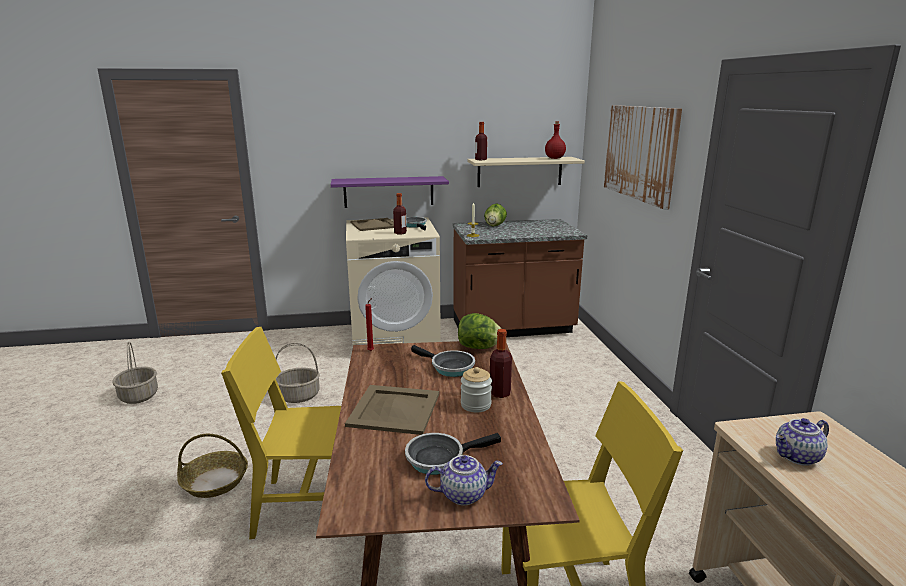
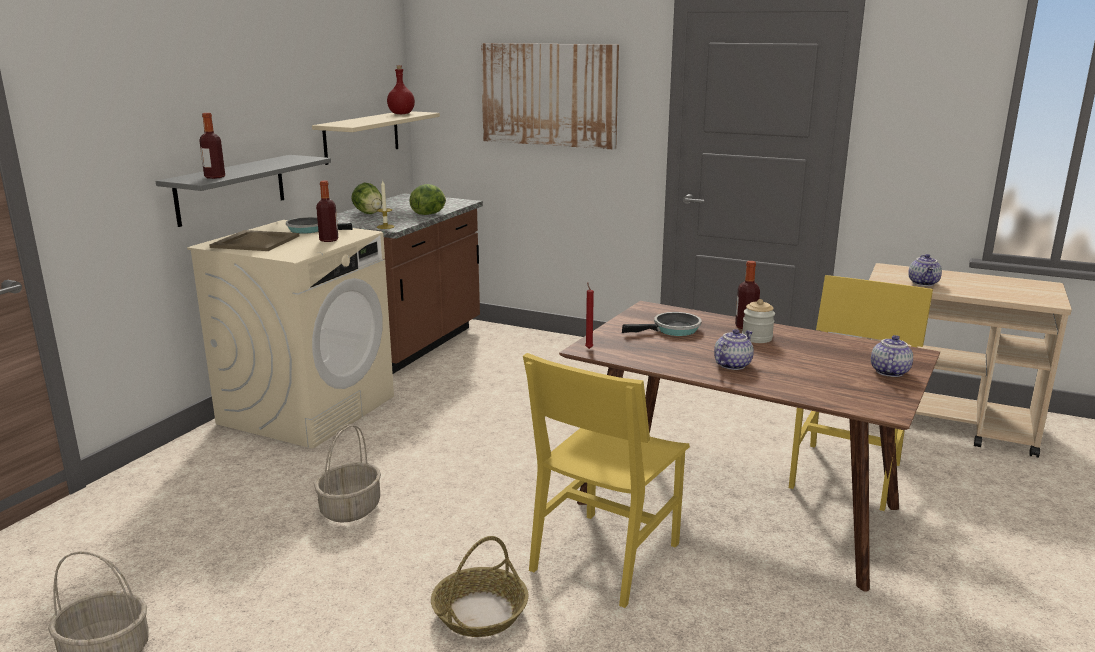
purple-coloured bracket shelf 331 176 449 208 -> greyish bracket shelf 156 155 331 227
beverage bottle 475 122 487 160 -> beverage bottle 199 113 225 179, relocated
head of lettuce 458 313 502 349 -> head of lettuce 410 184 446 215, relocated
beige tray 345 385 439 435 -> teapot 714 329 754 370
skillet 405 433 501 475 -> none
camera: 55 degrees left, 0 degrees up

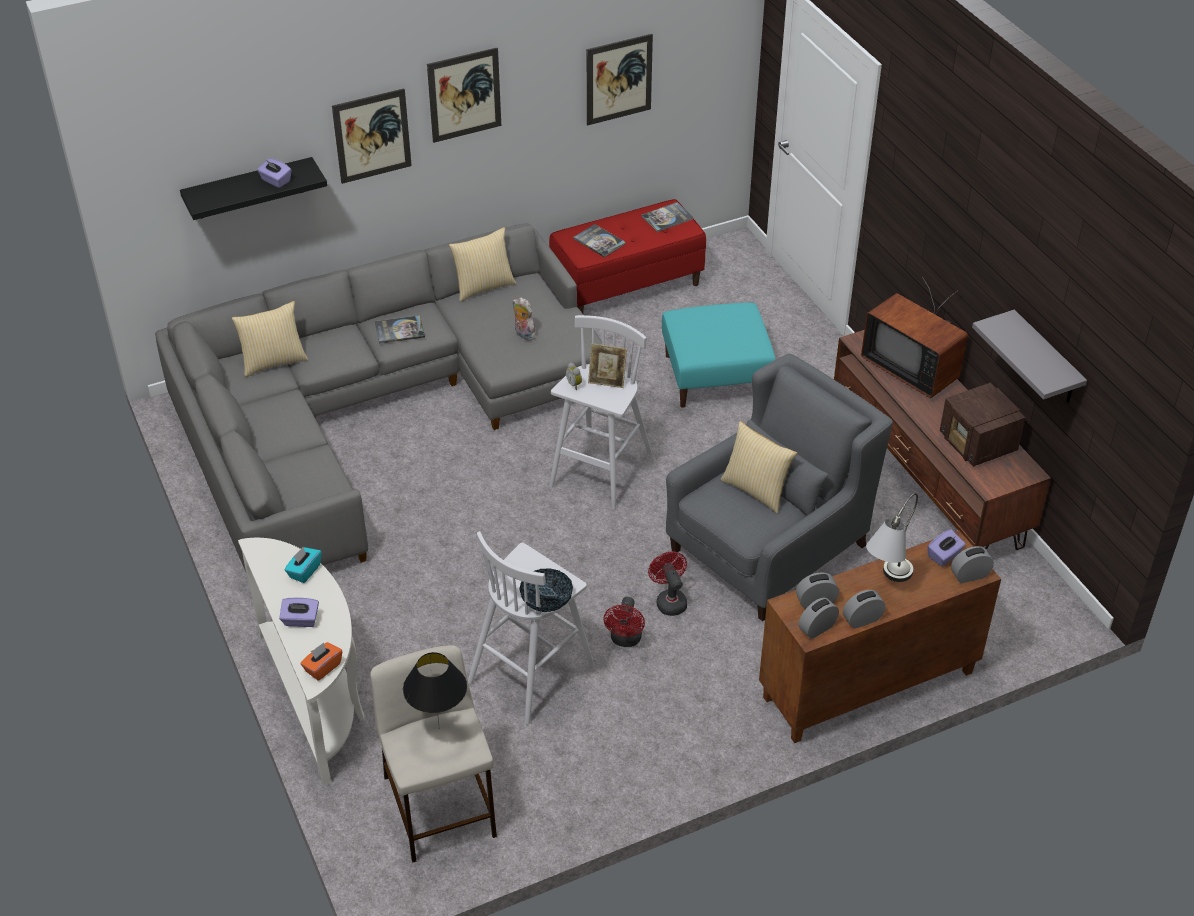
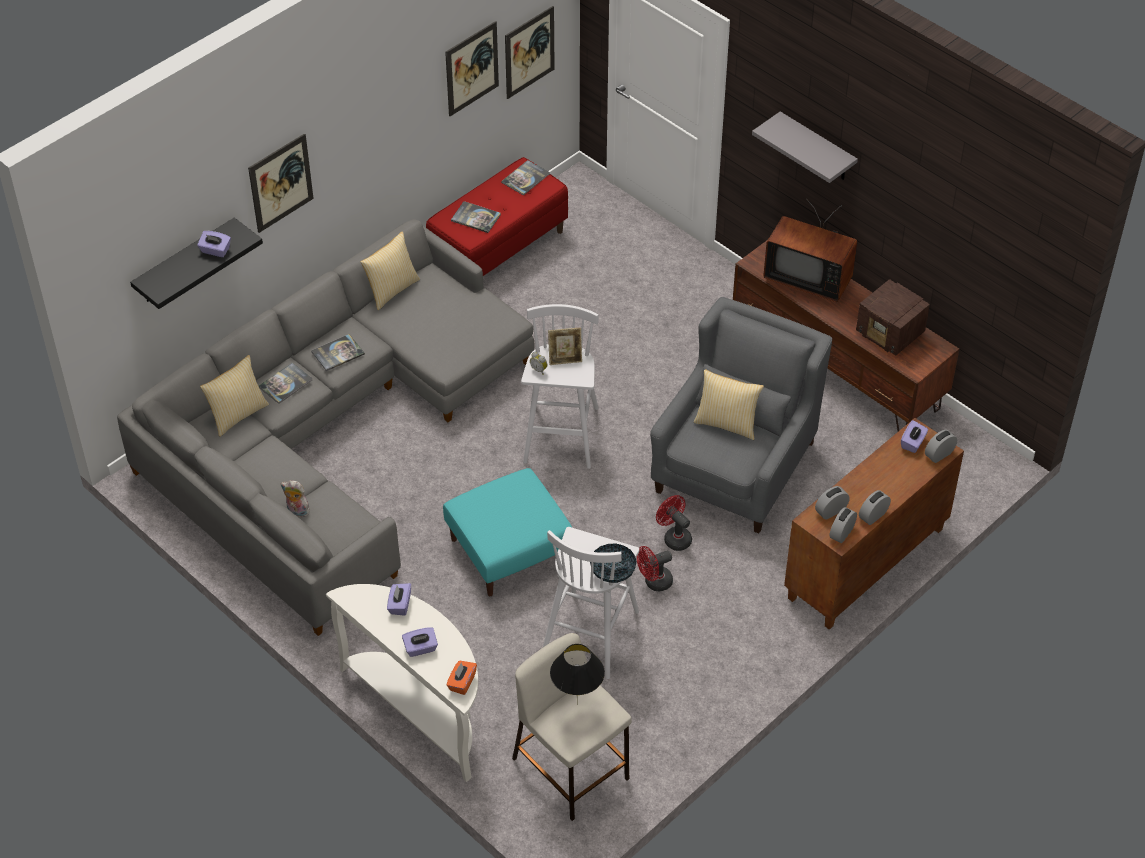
none -> bound book 258 363 313 404
soft toy 512 297 536 341 -> soft toy 281 480 310 517, relocated
turquoise box of tissues 284 547 322 583 -> purple-coloured box of tissues 387 583 411 616
turquoise ottoman 662 303 775 408 -> turquoise ottoman 443 468 572 596, relocated
wall picture 427 48 501 143 -> wall picture 505 6 555 99, relocated
reddish electric fan 604 597 645 647 -> reddish electric fan 637 546 673 591, 75 degrees clockwise
greyish bracket shelf 972 310 1087 403 -> greyish bracket shelf 752 111 858 183, relocated
greyish tabletop lamp 866 493 918 582 -> none
camera: 20 degrees left, 5 degrees up

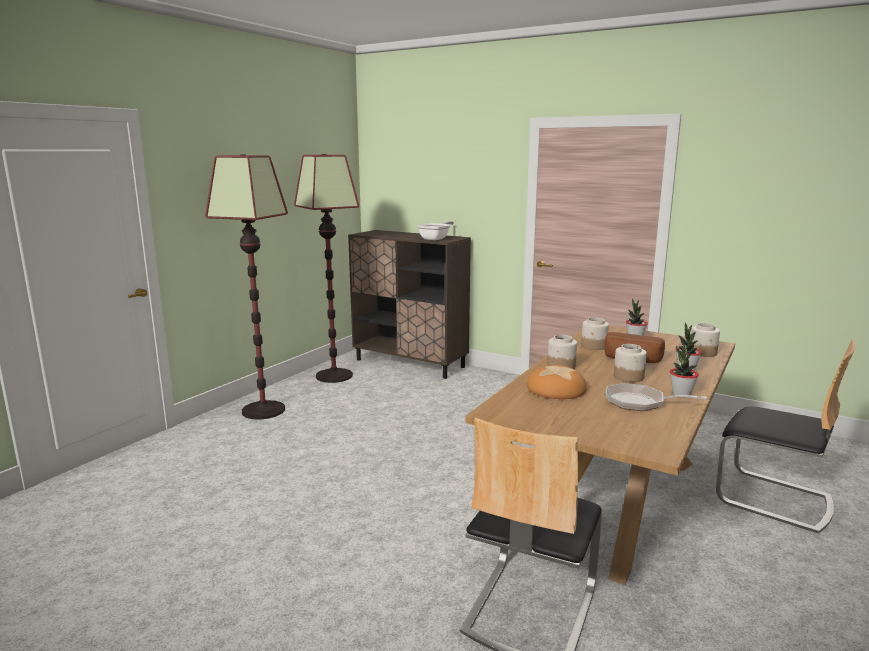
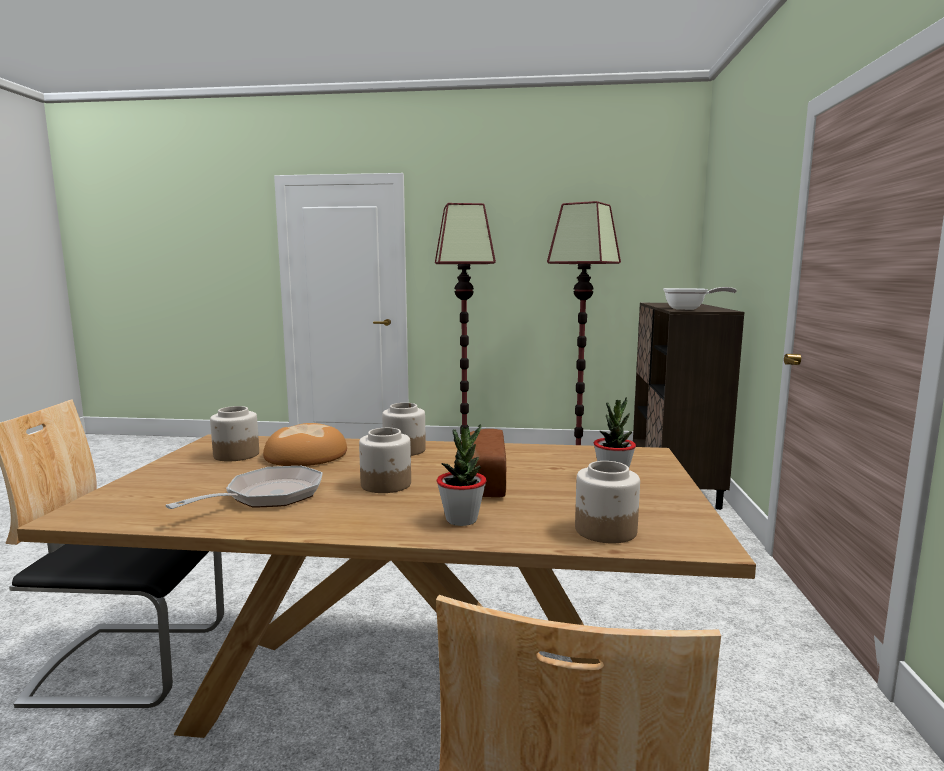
skillet 606 383 707 411 -> skillet 166 466 323 509, 45 degrees clockwise
jar 581 317 609 350 -> jar 210 406 259 461, relocated
plant in a pot 670 345 699 395 -> none
camera: 65 degrees right, 5 degrees down

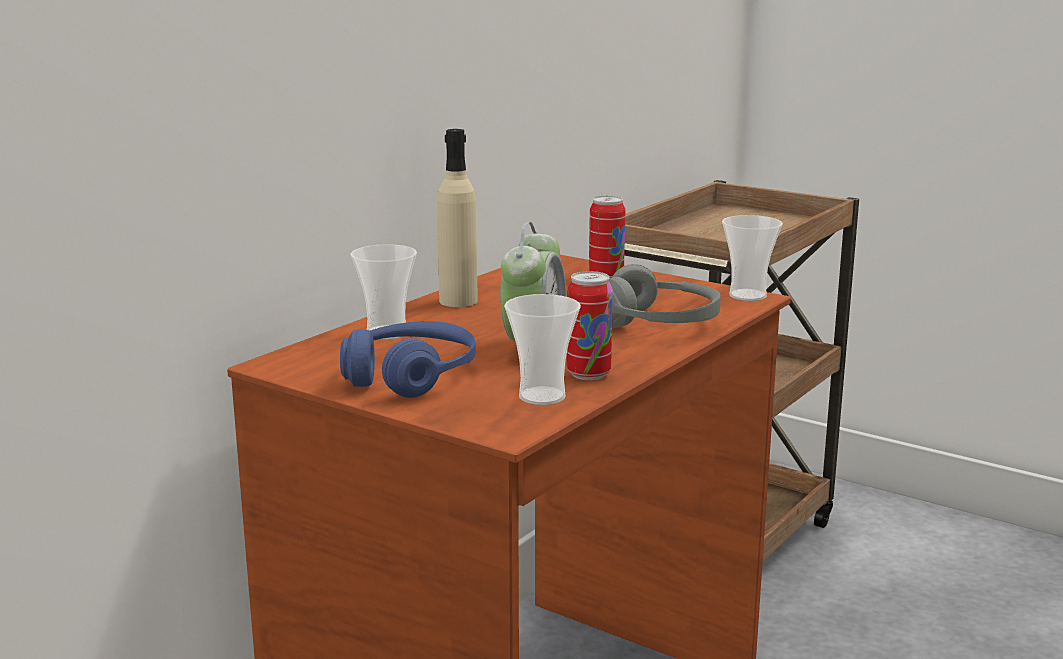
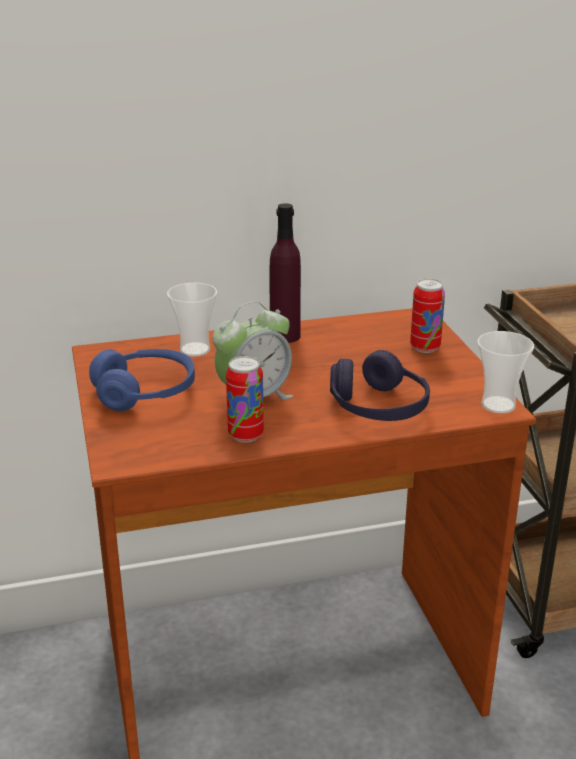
beige beverage bottle 437 129 478 307 -> purple-coloured beverage bottle 270 203 301 343
greyish pair of headphones 609 264 721 328 -> purple-coloured pair of headphones 330 350 430 421
drinking cup 504 294 581 405 -> none
camera: 40 degrees right, 10 degrees up

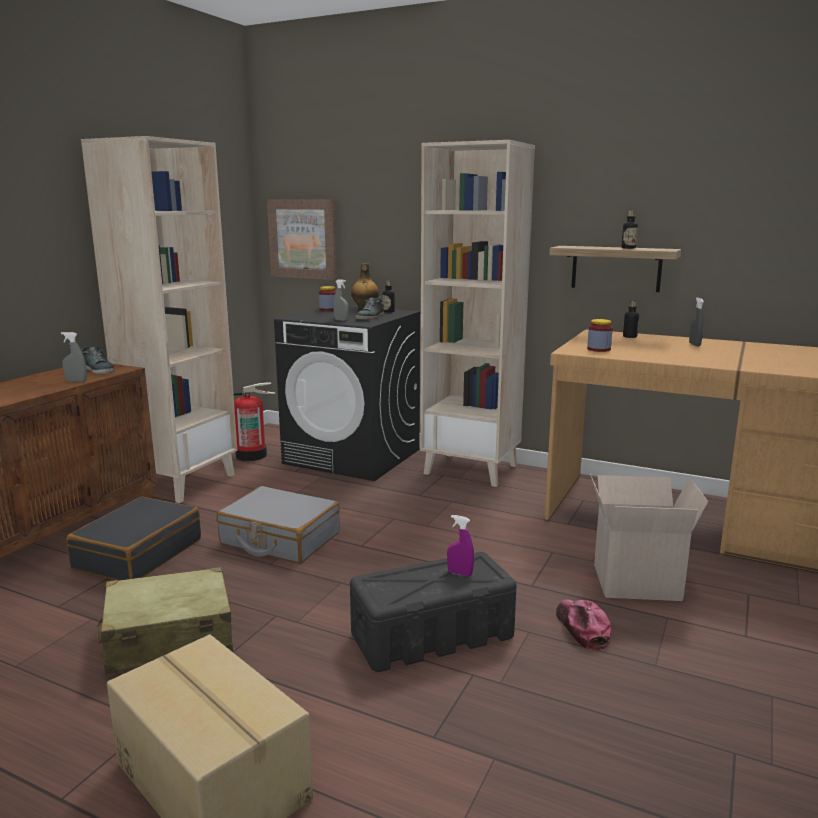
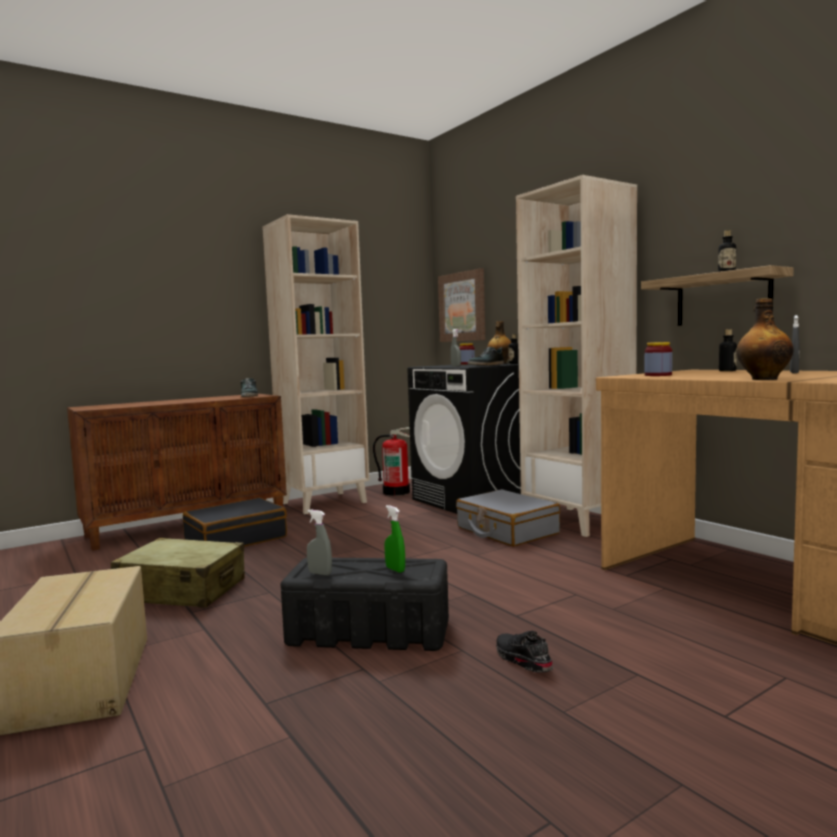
greyish sprayer 61 332 87 382 -> greyish sprayer 307 509 332 576, relocated
purple-coloured sprayer 447 515 474 576 -> green sprayer 384 505 405 573
greyish travel case 216 486 340 564 -> greyish travel case 456 489 560 547, relocated
peaked cap 556 600 611 651 -> black shoe 496 631 553 672
none -> beverage bottle 736 298 794 380
cardboard box 590 474 708 601 -> none
camera: 30 degrees right, 10 degrees down

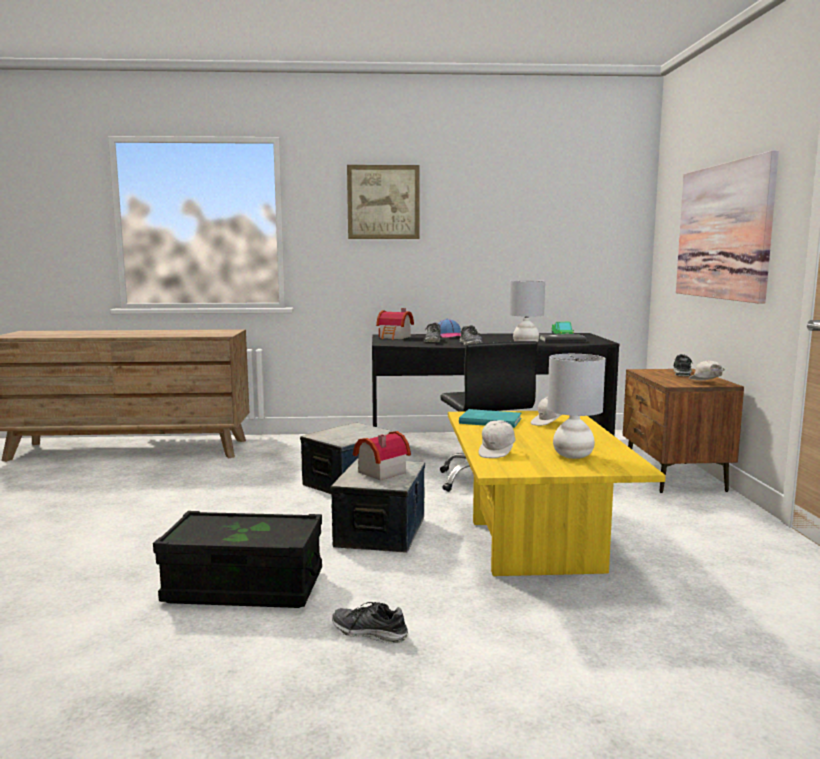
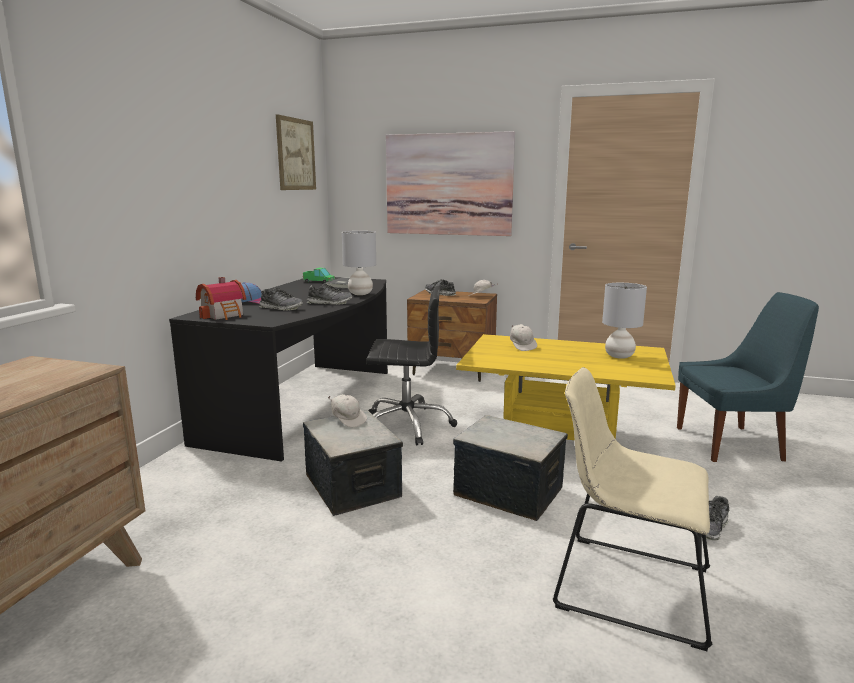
wall picture 347 165 419 239 -> wall picture 276 114 316 190, relocated
white peaked cap 478 420 516 458 -> white peaked cap 328 394 367 428, relocated
black storage bin 153 511 322 608 -> beige chair 553 367 712 651
none -> blue chair 677 292 819 462
model house 353 431 411 480 -> none
turquoise bound book 459 409 521 428 -> none
camera: 70 degrees left, 5 degrees up

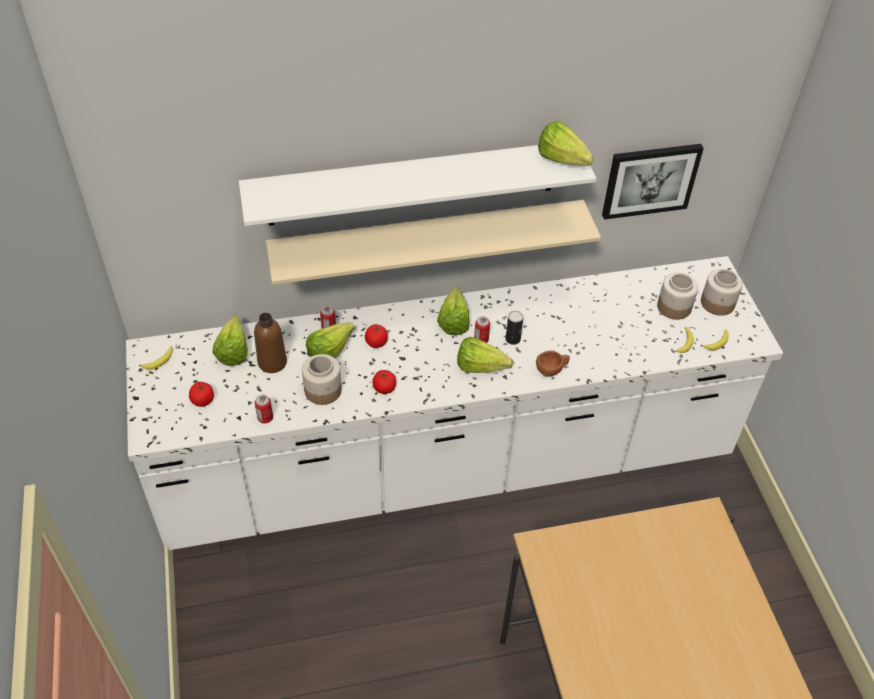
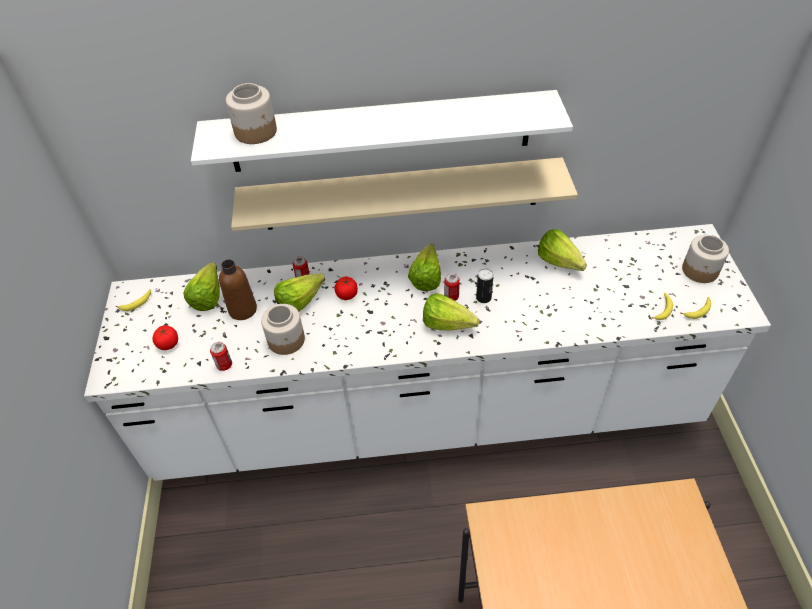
jar 657 273 698 320 -> jar 226 83 277 144, relocated
head of lettuce 538 121 594 166 -> head of lettuce 538 229 587 271, relocated
whole tomato 372 370 396 394 -> none
brown drinking cup 536 351 570 377 -> none
wall picture 602 144 704 220 -> none
camera: 10 degrees right, 0 degrees up

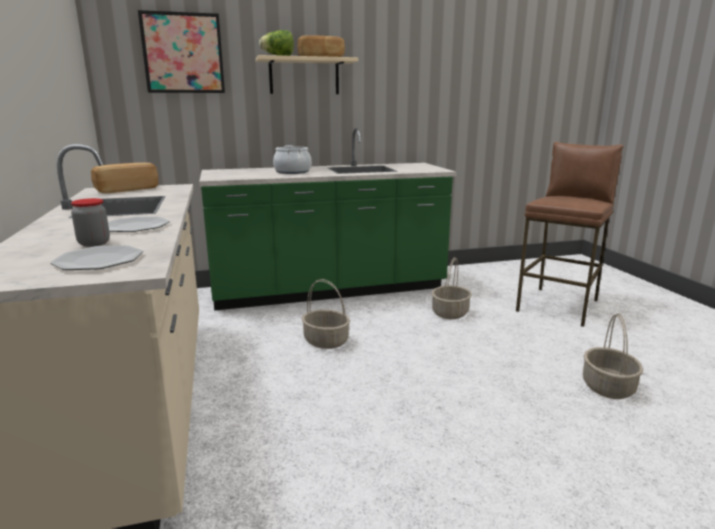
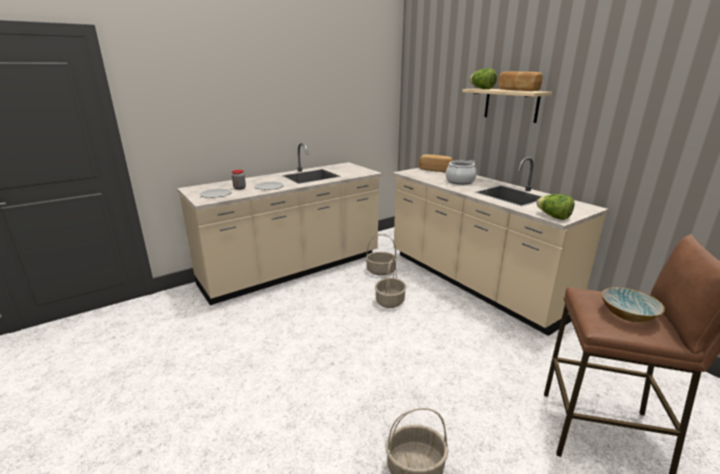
storage basket 432 257 472 319 -> storage basket 366 234 397 276, relocated
green counter 199 128 457 311 -> beige counter 392 157 609 336
bakery bread 91 163 158 193 -> bakery bread 419 154 454 172, relocated
none -> head of lettuce 536 194 575 220
none -> deep dish 601 287 665 322
wall picture 138 10 225 93 -> none
camera: 70 degrees right, 5 degrees up

